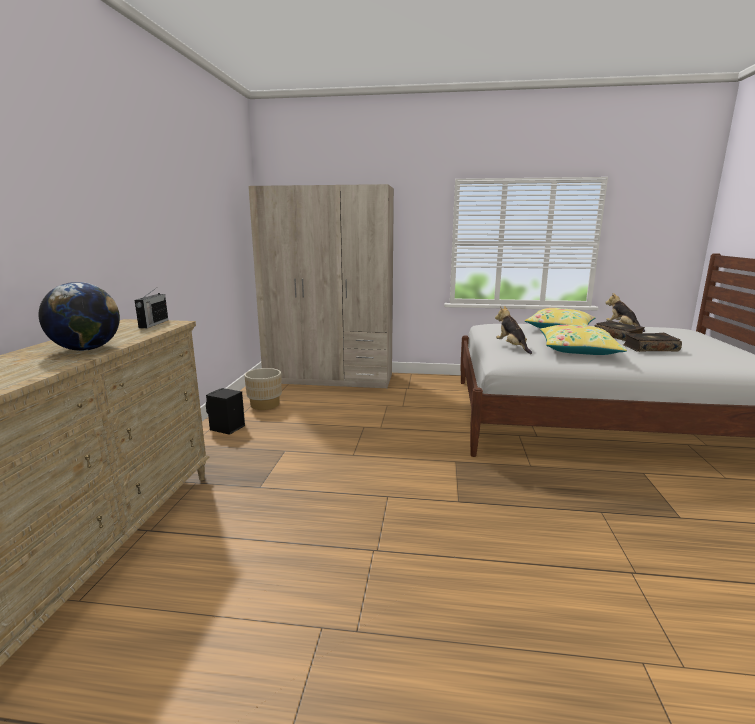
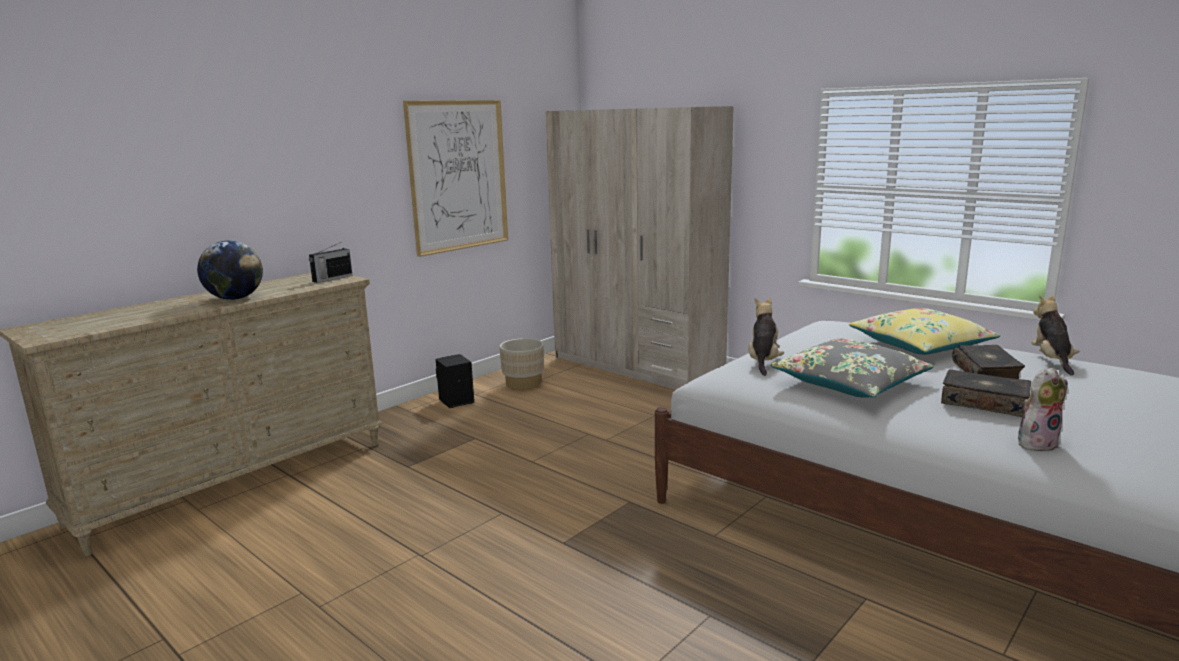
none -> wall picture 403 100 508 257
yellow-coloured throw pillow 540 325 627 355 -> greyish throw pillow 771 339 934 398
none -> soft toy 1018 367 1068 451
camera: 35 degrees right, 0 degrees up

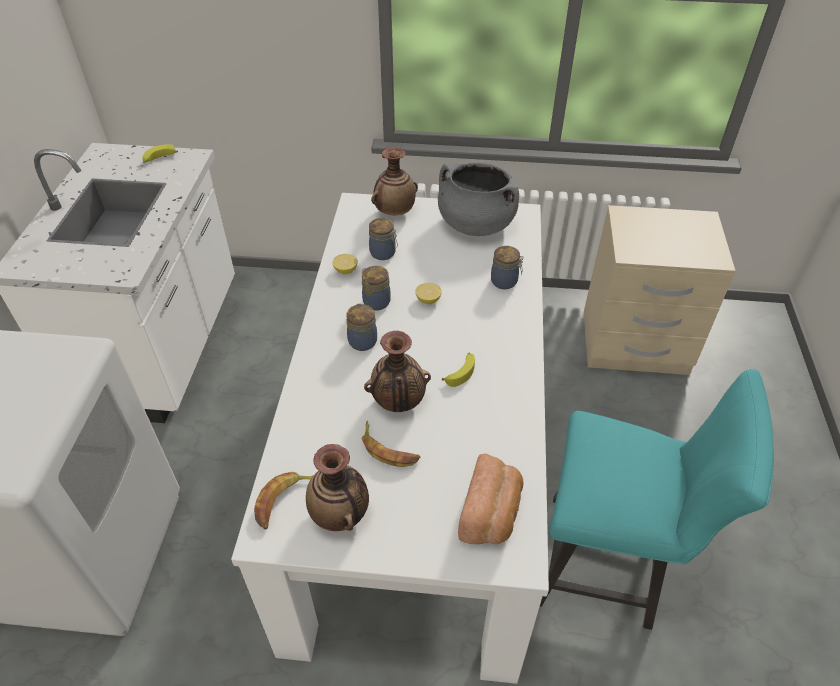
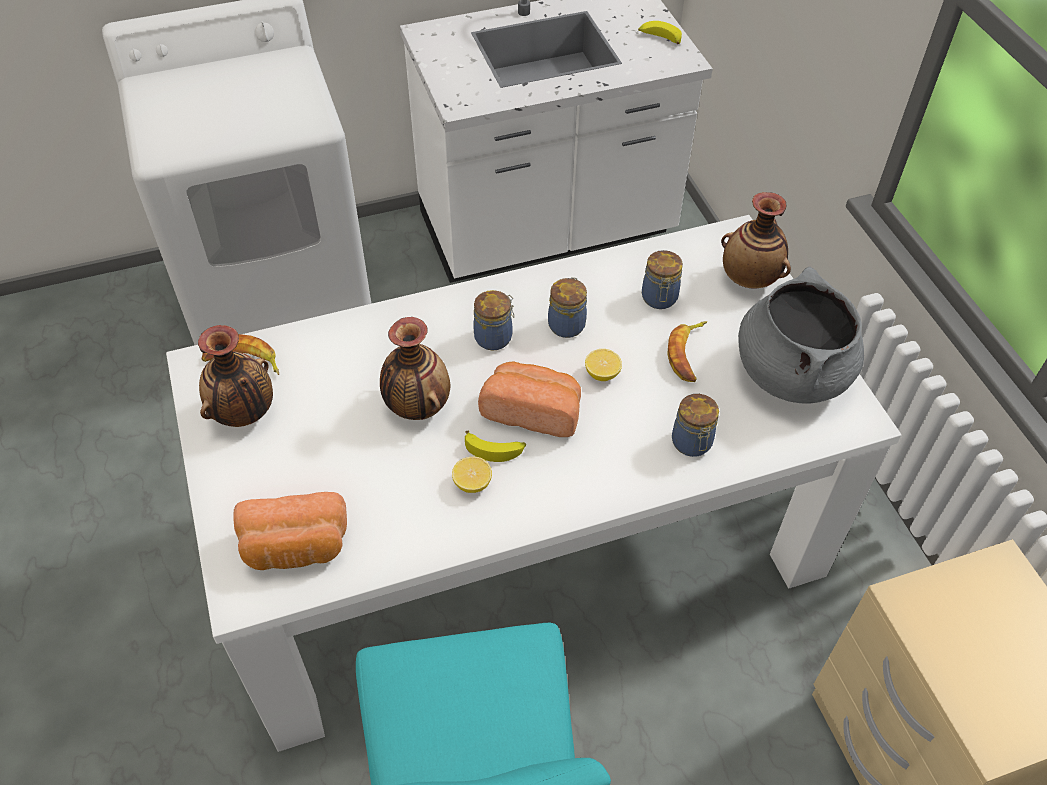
citrus fruit 332 254 358 274 -> citrus fruit 452 457 492 493, relocated
none -> bakery bread 478 362 581 437
banana fruit 362 421 420 467 -> banana fruit 667 321 707 382, relocated
camera: 65 degrees right, 5 degrees up

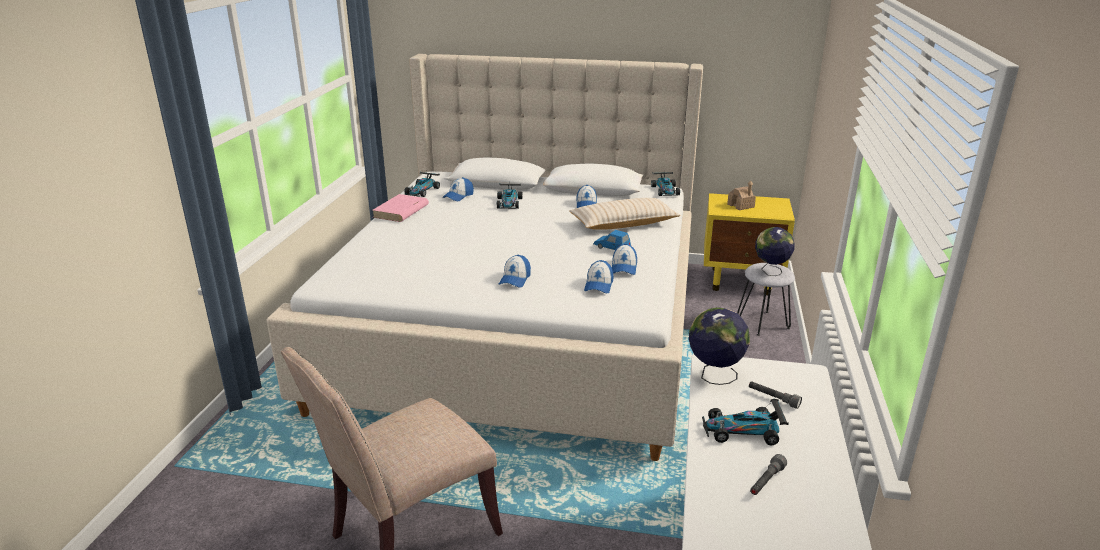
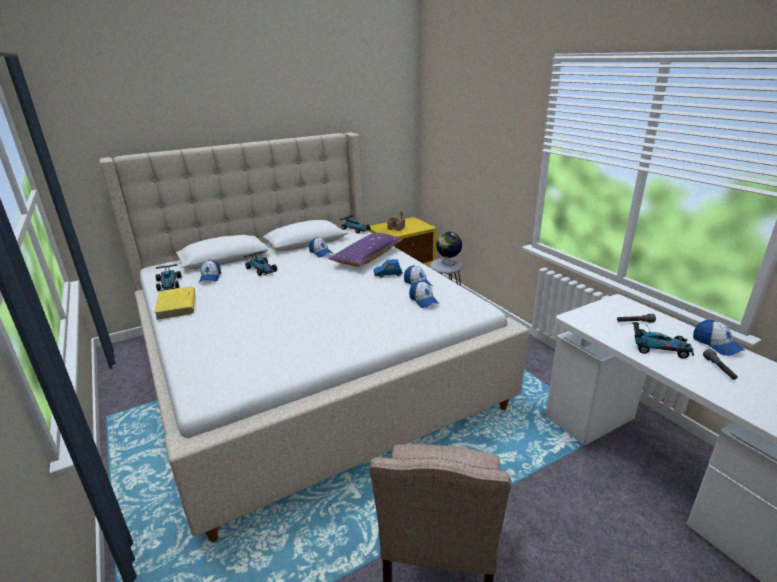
pink-coloured bound book 372 194 429 222 -> yellow-coloured bound book 154 287 195 320
beige throw pillow 569 198 681 229 -> purple-coloured throw pillow 328 233 403 267
model car 702 399 789 446 -> model car 633 322 694 359, 120 degrees counterclockwise
peaked cap 499 255 531 287 -> peaked cap 693 320 745 356, relocated
world globe 689 307 750 385 -> none
camera: 40 degrees left, 0 degrees up

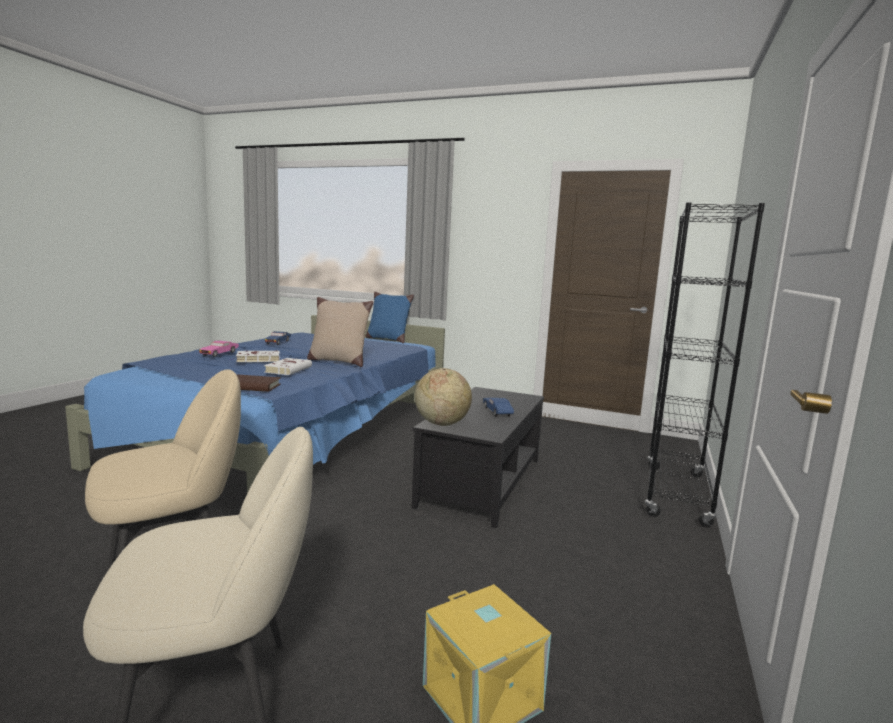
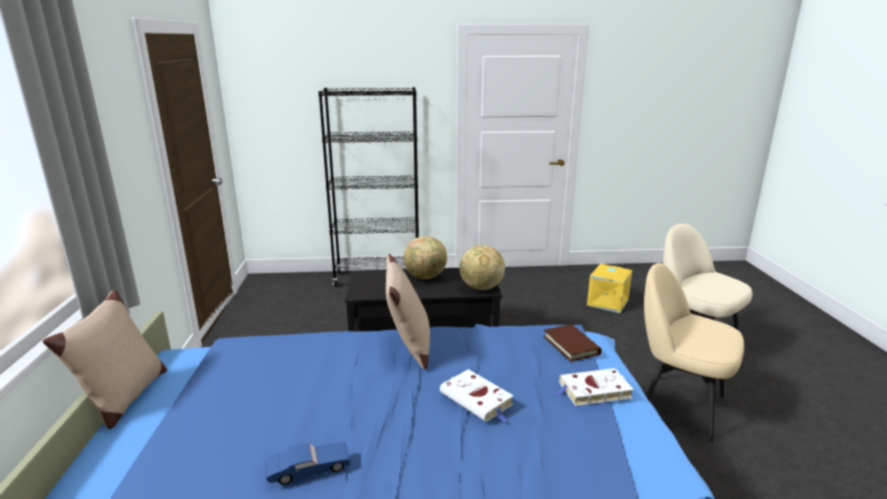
blue throw pillow 366 292 414 343 -> beige throw pillow 43 290 167 429
blue model car 483 398 514 417 -> world globe 404 236 447 279
white bound book 264 358 312 375 -> white bound book 553 368 634 406, relocated
pink-coloured model car 199 341 239 357 -> none
camera: 115 degrees left, 10 degrees up

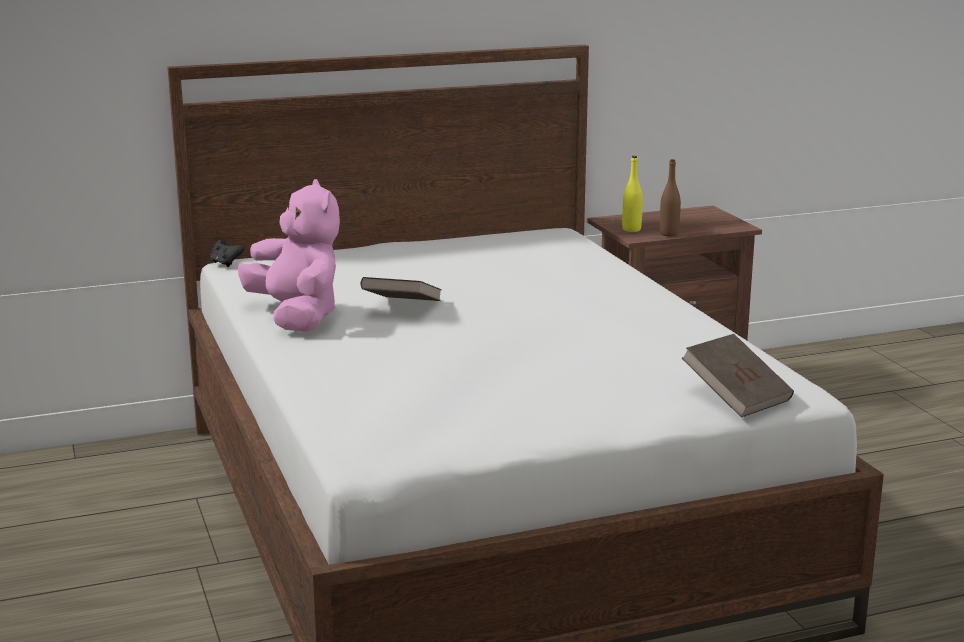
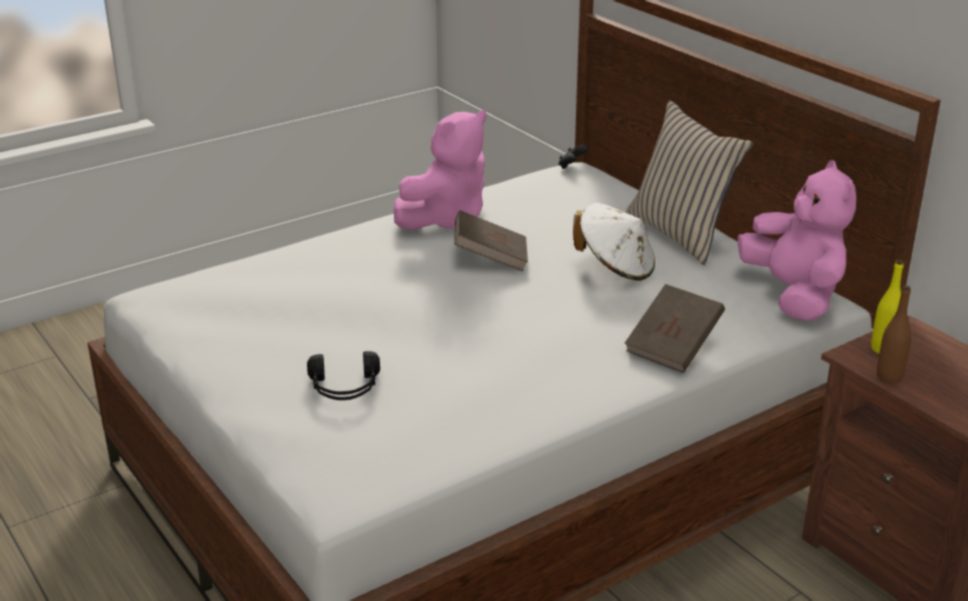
none -> black pair of headphones 307 351 380 400
none -> white wearable hat 573 203 655 281
brown bound book 682 334 794 418 -> brown bound book 624 284 725 373, relocated
none -> beige throw pillow 626 100 753 265
none -> pink-coloured soft toy 737 160 856 321
camera: 75 degrees right, 10 degrees up

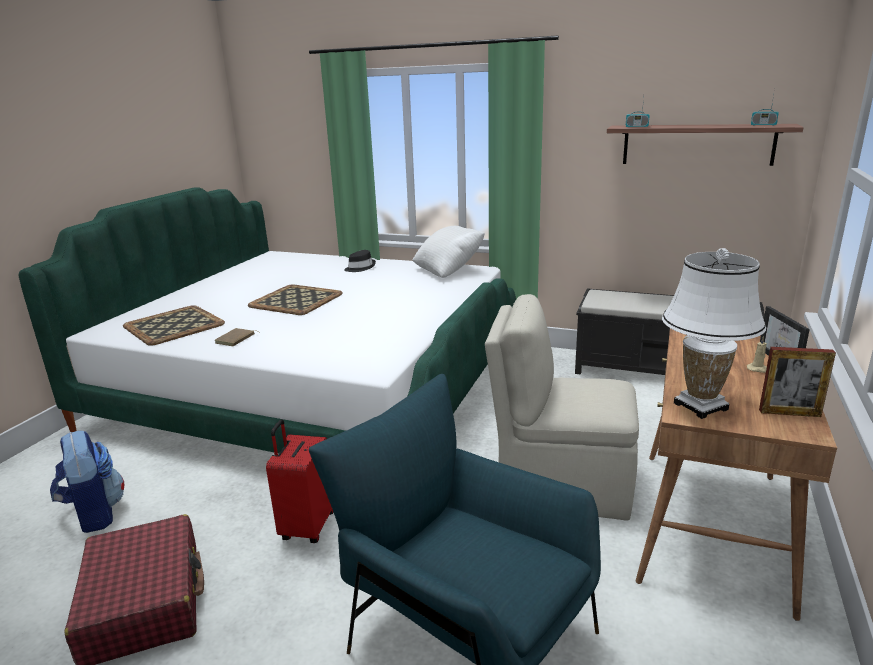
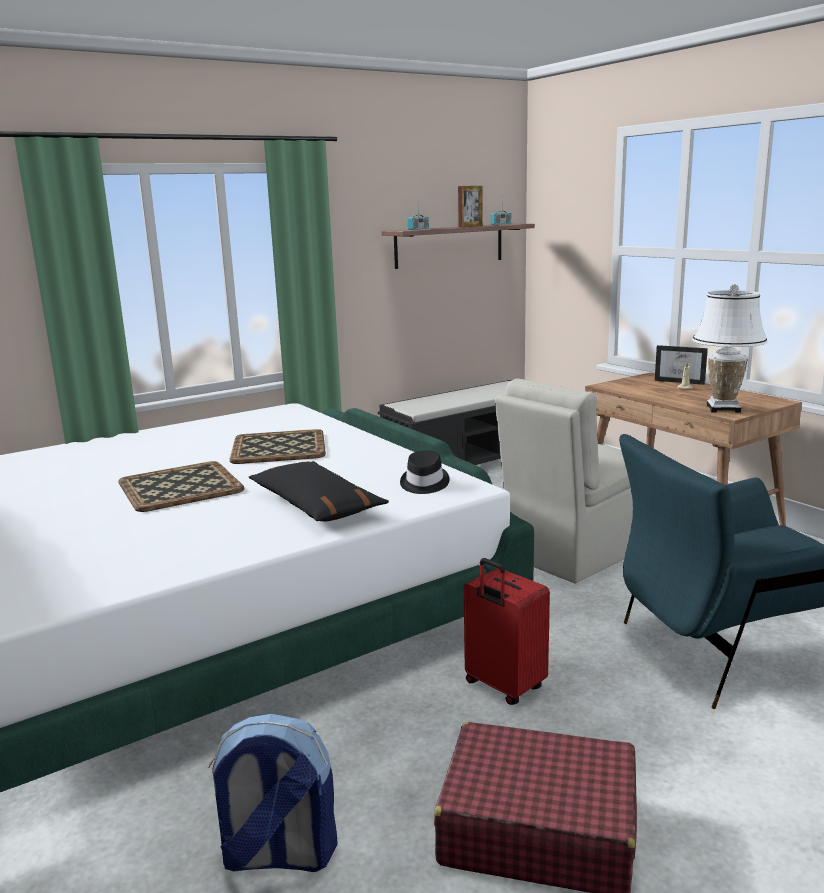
tray 123 305 225 346 -> tray 229 429 326 464, relocated
none -> black throw pillow 248 461 389 521
black wearable hat 344 250 376 272 -> black wearable hat 400 450 450 494, relocated
picture frame 759 347 836 417 -> picture frame 458 186 483 227, relocated
brown bound book 215 328 260 346 -> none
white throw pillow 413 226 485 278 -> none
camera: 55 degrees left, 5 degrees down

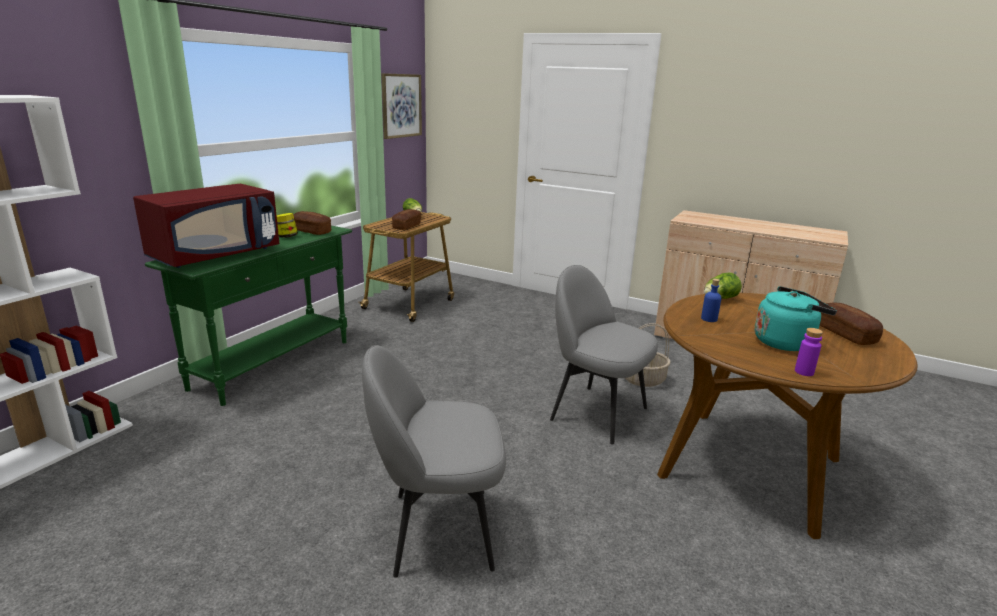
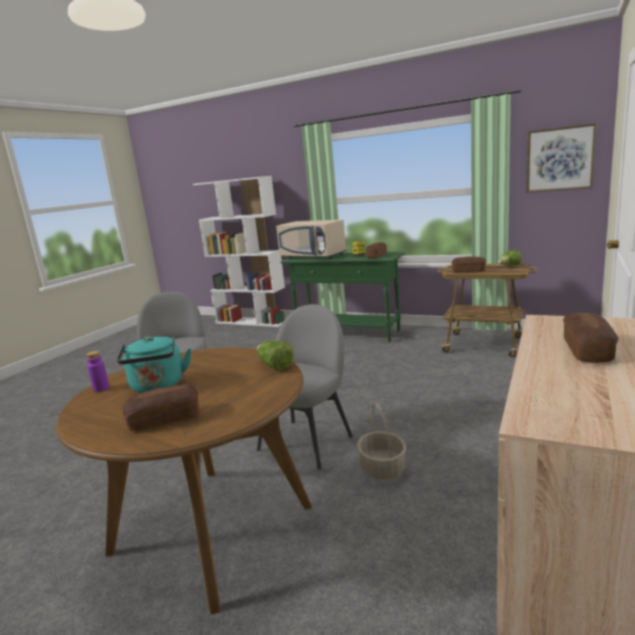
reddish microwave 133 183 279 268 -> beige microwave 276 220 346 259
none -> bakery bread 563 312 619 362
blue beverage bottle 701 279 721 322 -> none
camera: 90 degrees right, 5 degrees down

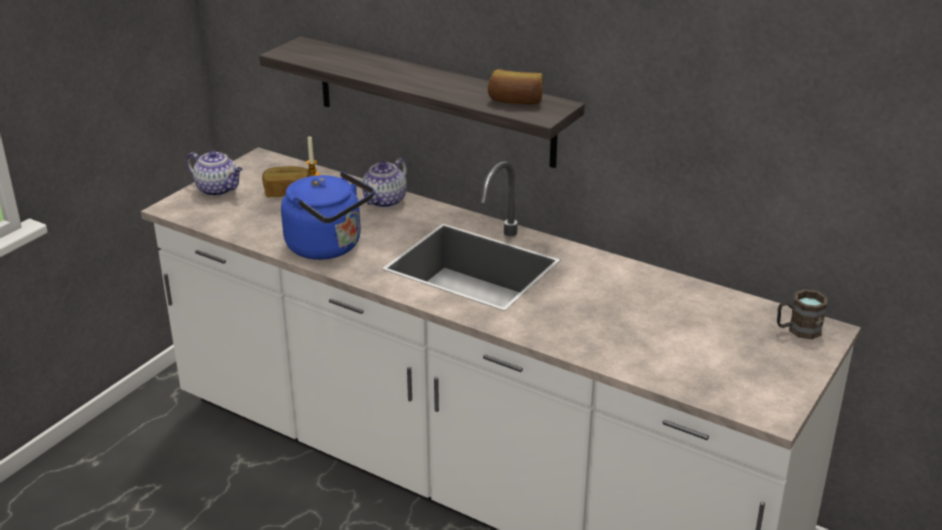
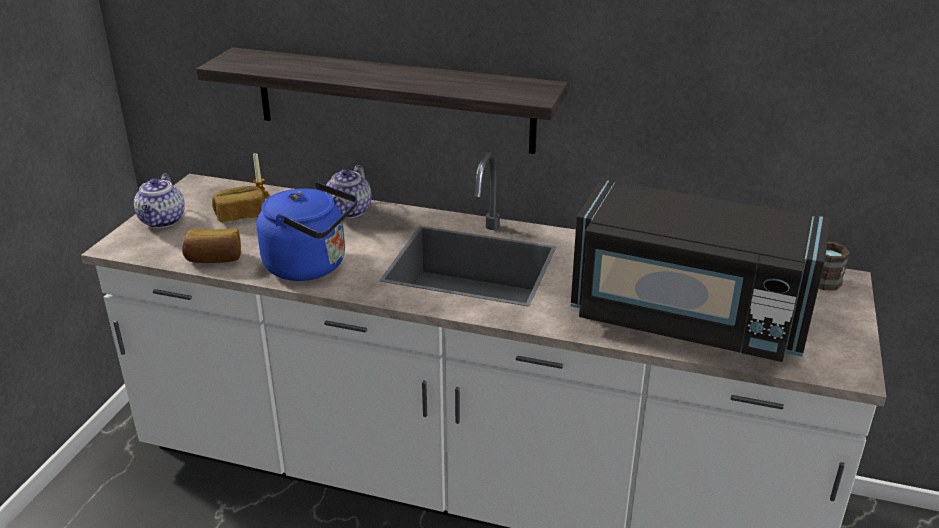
teapot 186 151 243 196 -> teapot 134 174 185 228, 75 degrees clockwise
bakery bread 488 69 543 105 -> bakery bread 182 228 241 263, relocated
none -> black microwave 571 179 831 362
camera: 15 degrees left, 0 degrees up

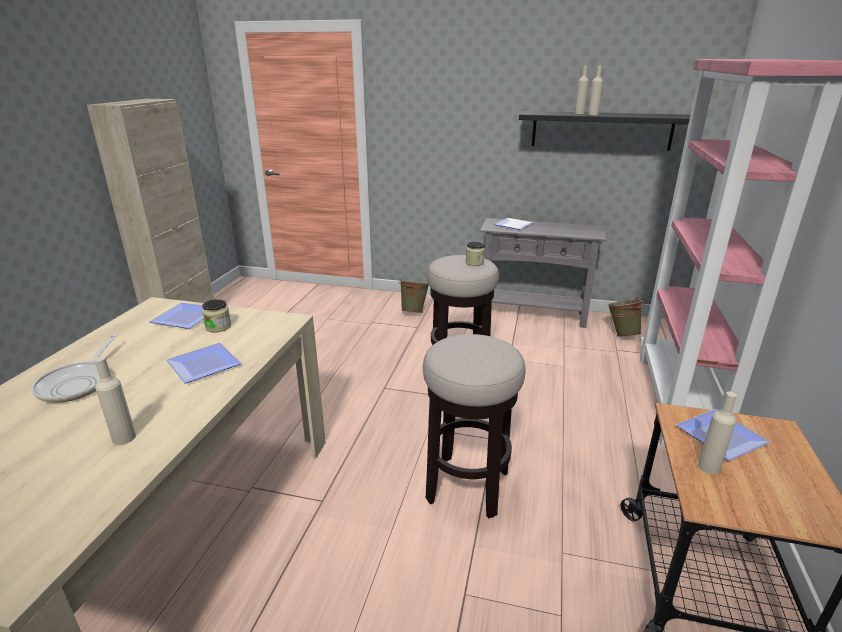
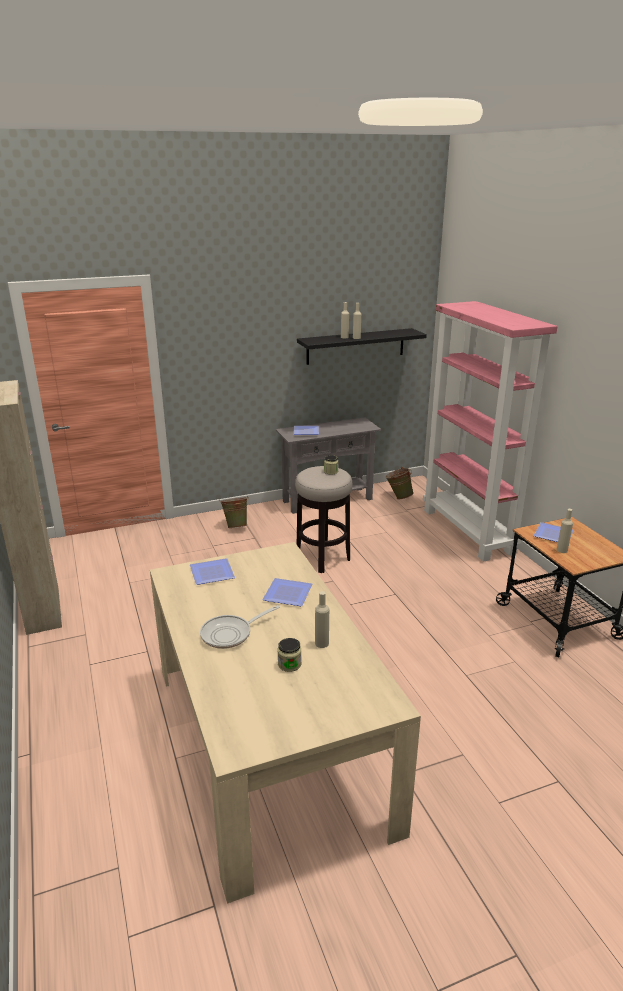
skillet 31 334 118 403 -> skillet 200 605 280 649, 90 degrees clockwise
jar 202 299 231 332 -> jar 277 638 301 672, relocated
stool seat 423 334 526 518 -> none
camera: 35 degrees left, 0 degrees up

